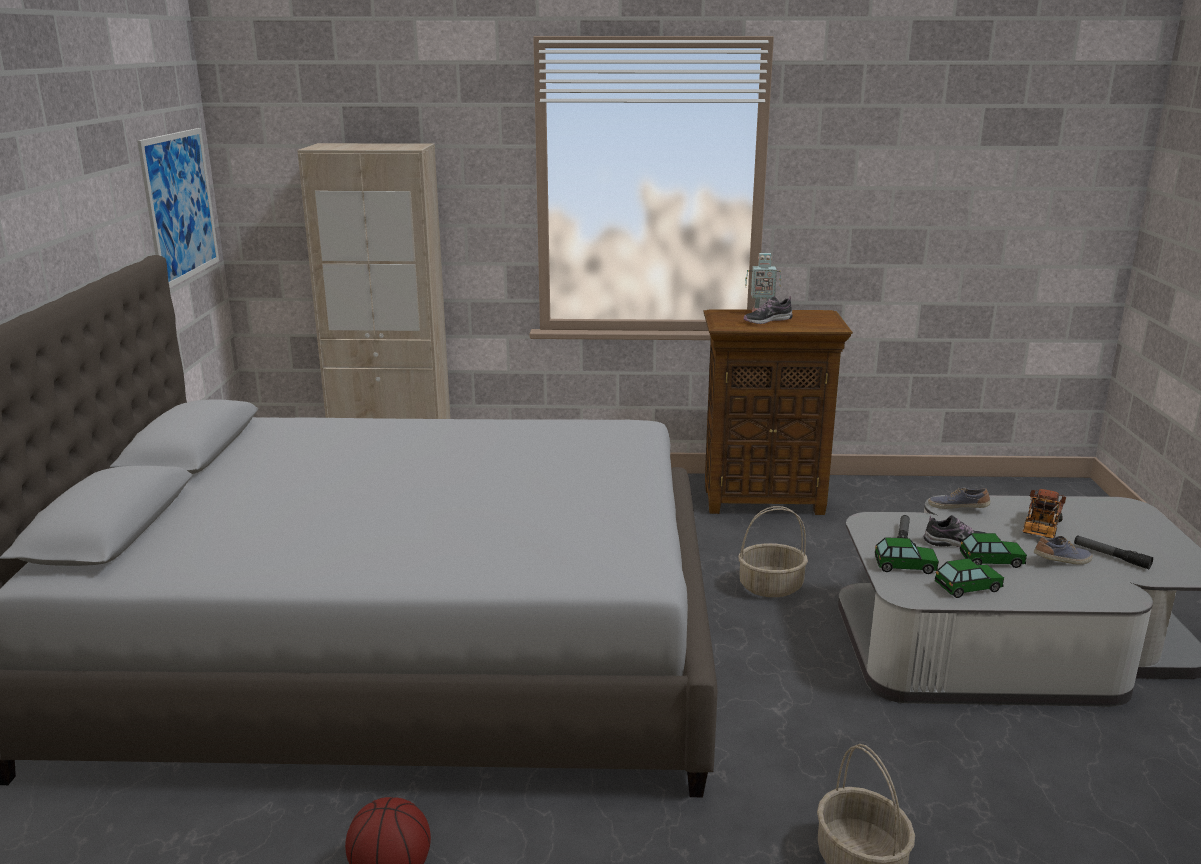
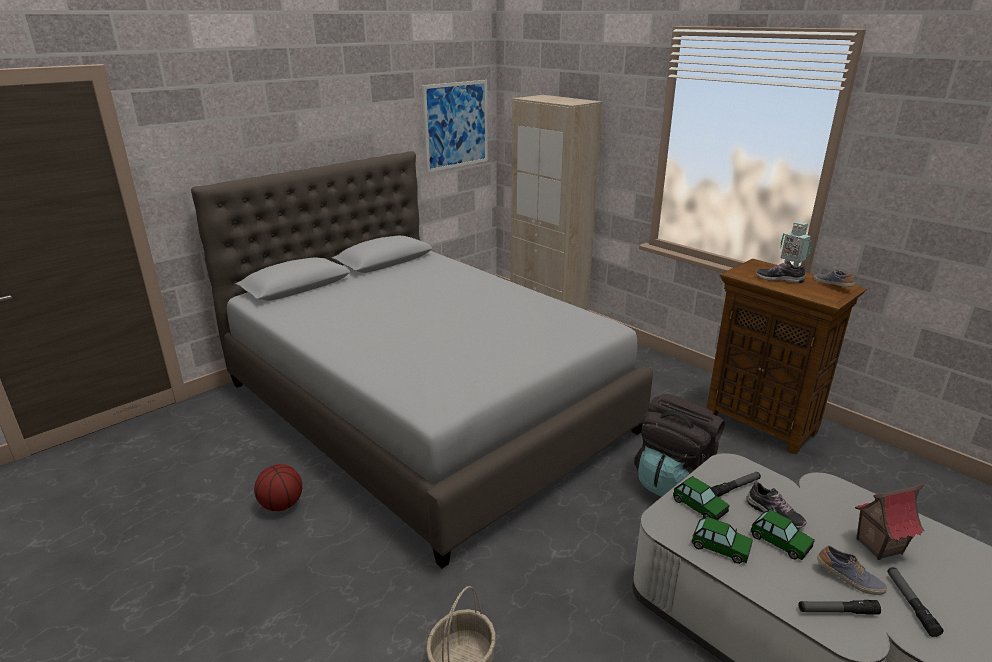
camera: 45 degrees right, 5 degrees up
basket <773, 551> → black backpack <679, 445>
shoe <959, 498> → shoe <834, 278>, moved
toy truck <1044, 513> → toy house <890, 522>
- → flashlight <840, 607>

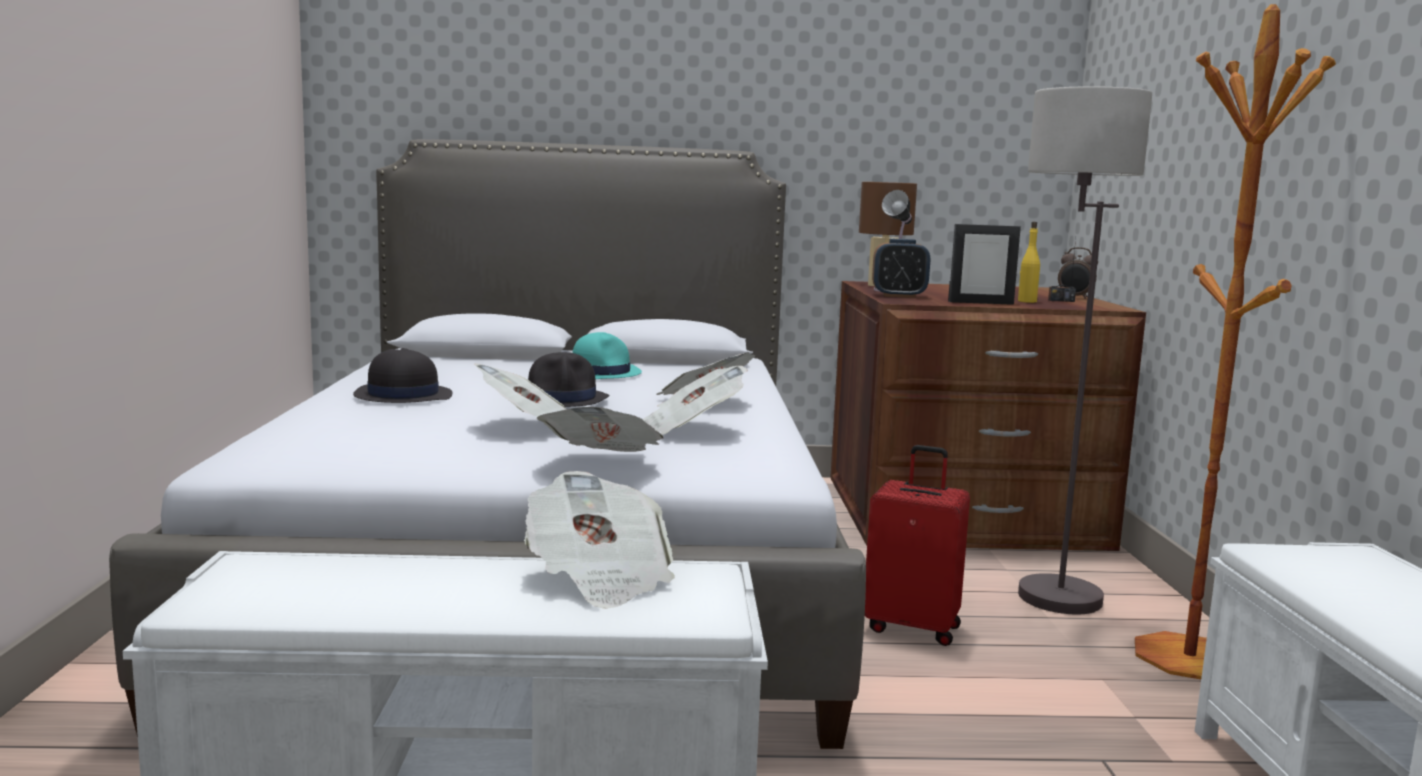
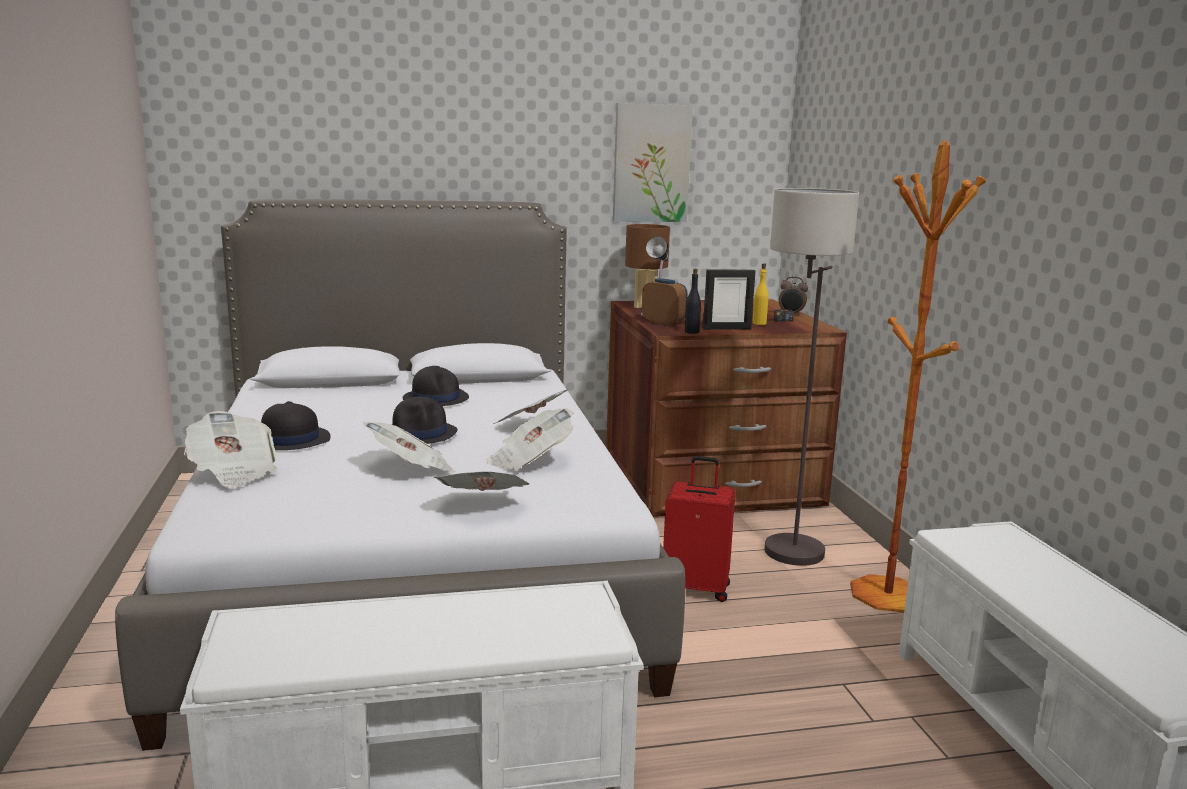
camera: 10 degrees left, 5 degrees up
newspaper <599, 540> → newspaper <230, 449>, moved
turquoise hat <607, 355> → black hat <436, 386>
alarm clock <901, 268> → alarm clock <665, 302>, 135 degrees counterclockwise
- → picture <653, 162>
- → black bottle <693, 301>

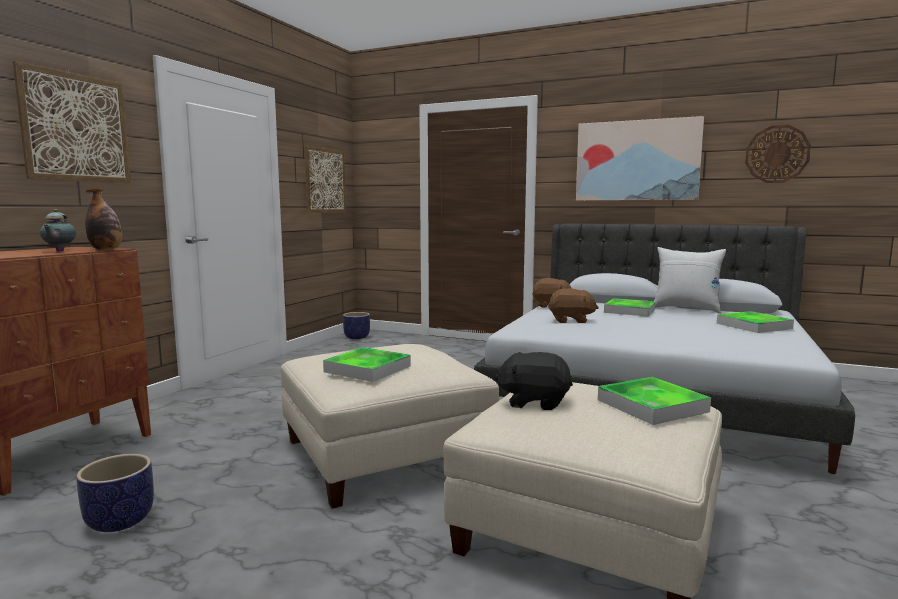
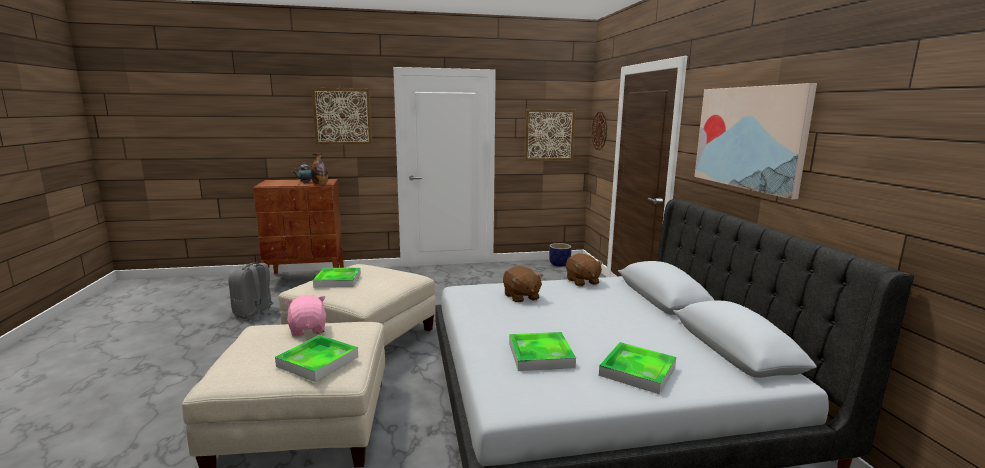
camera: 55 degrees right, 5 degrees up
planter <115, 493> → grey backpack <253, 291>
black plush toy <533, 381> → pink plush toy <305, 315>
tray <630, 307> → tray <542, 351>, moved
grey pillow <690, 280> → -
wall clock <778, 154> → wall clock <599, 131>, moved

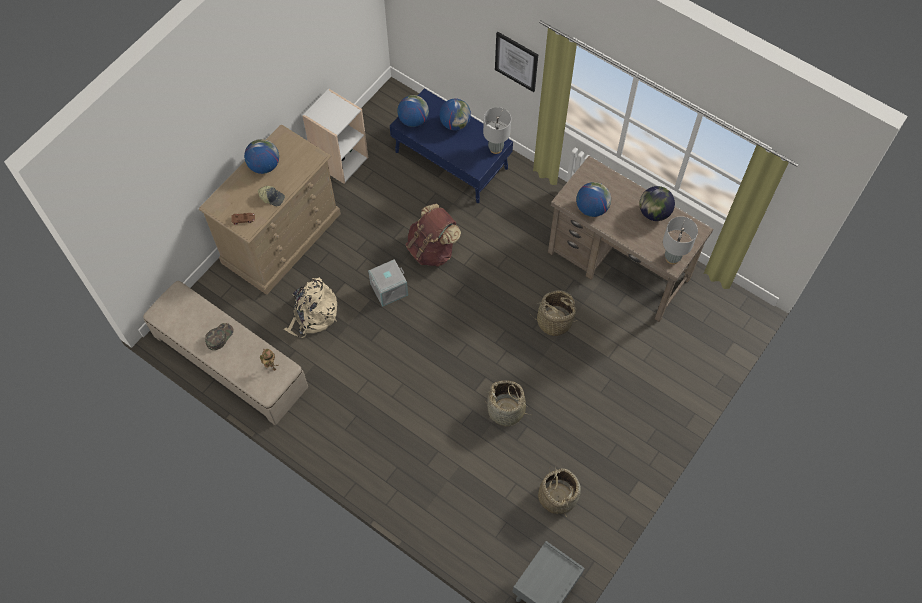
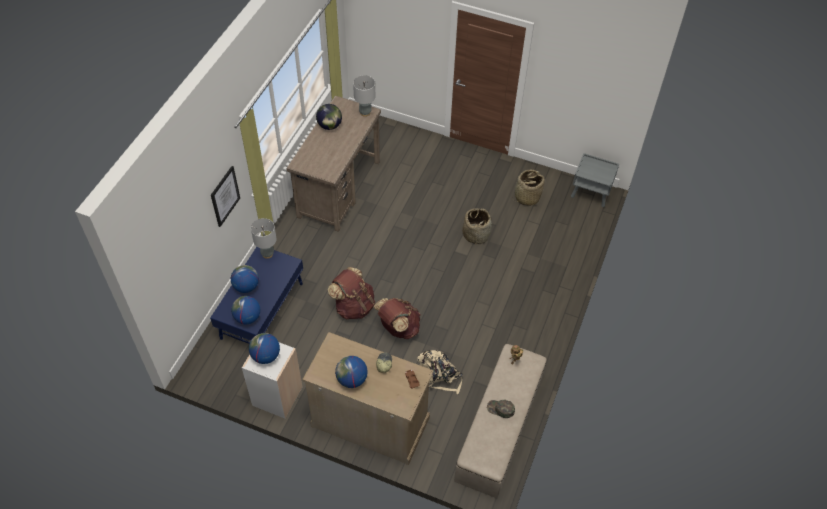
camera: 105 degrees left, 10 degrees down
grey storage box <388, 283> → brown backpack <397, 318>
basket <553, 313> → -
globe <593, 199> → globe <264, 348>, moved

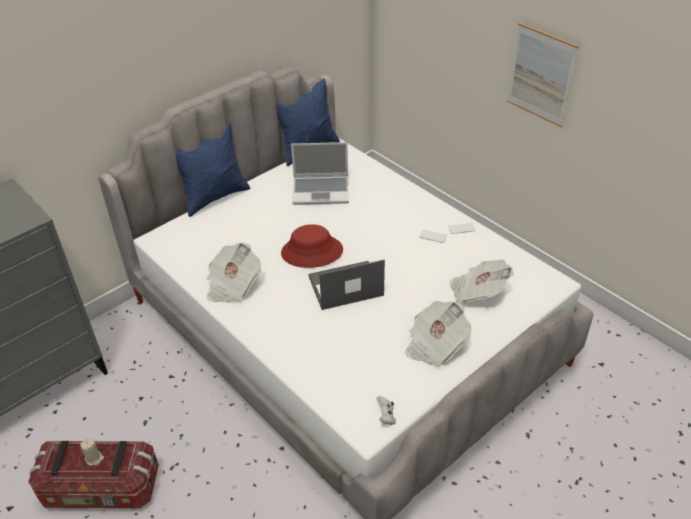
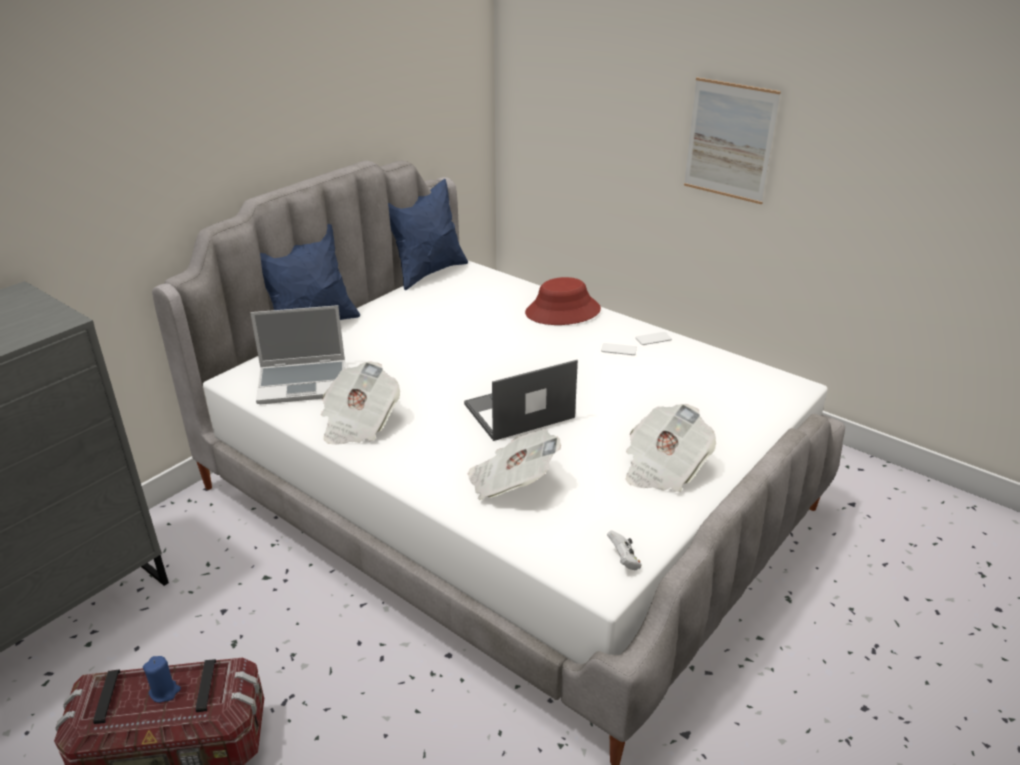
camera: 10 degrees left, 10 degrees down
beige candle <92, 452> → blue candle <162, 679>
red hat <312, 246> → red hat <563, 301>, moved
laptop <320, 173> → laptop <297, 354>, moved
newspaper <481, 280> → newspaper <514, 464>, moved

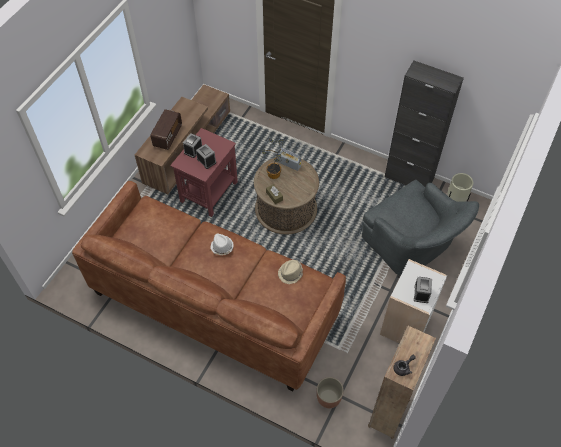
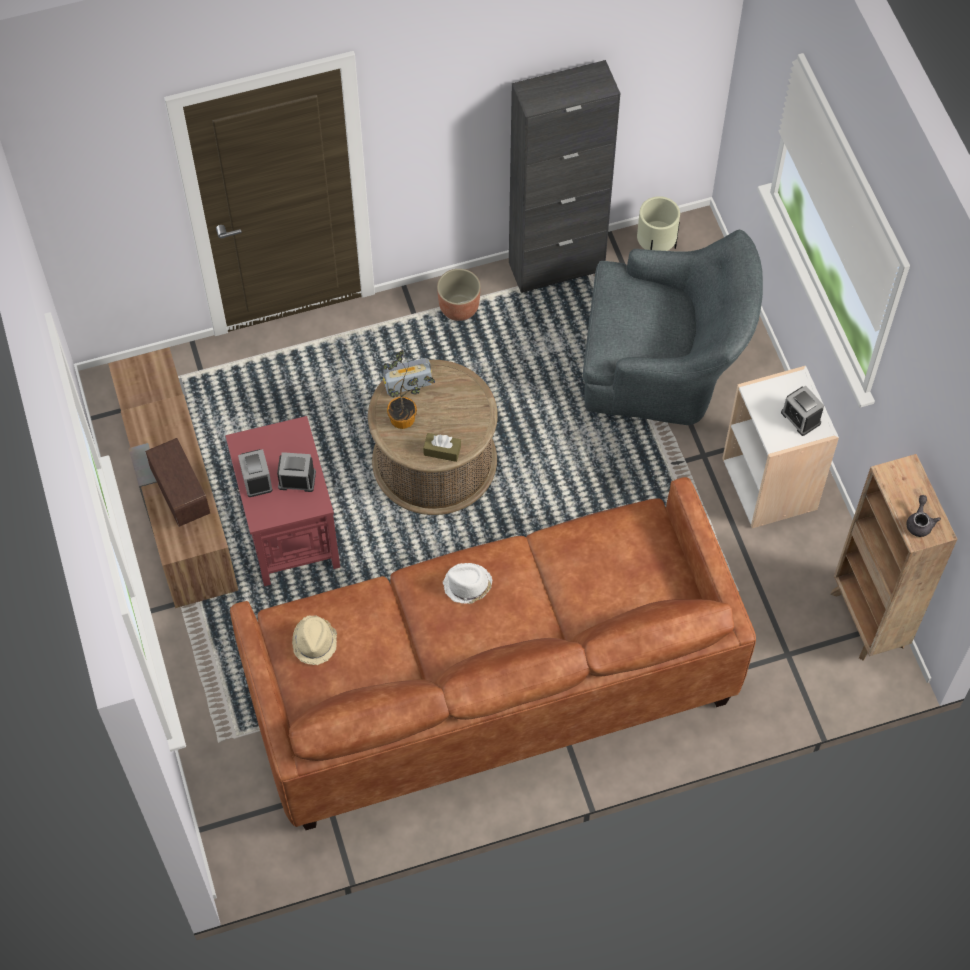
camera: 45 degrees left, 5 degrees up
beige hat <290, 272> → beige hat <314, 640>, moved
planter <330, 392> → planter <459, 295>, moved

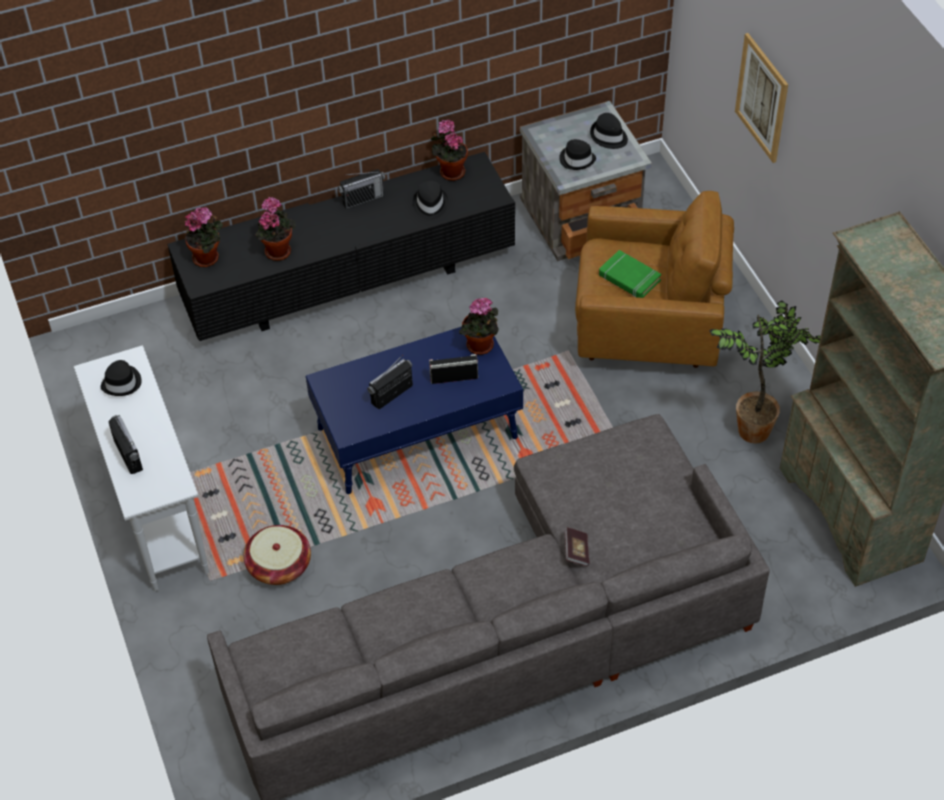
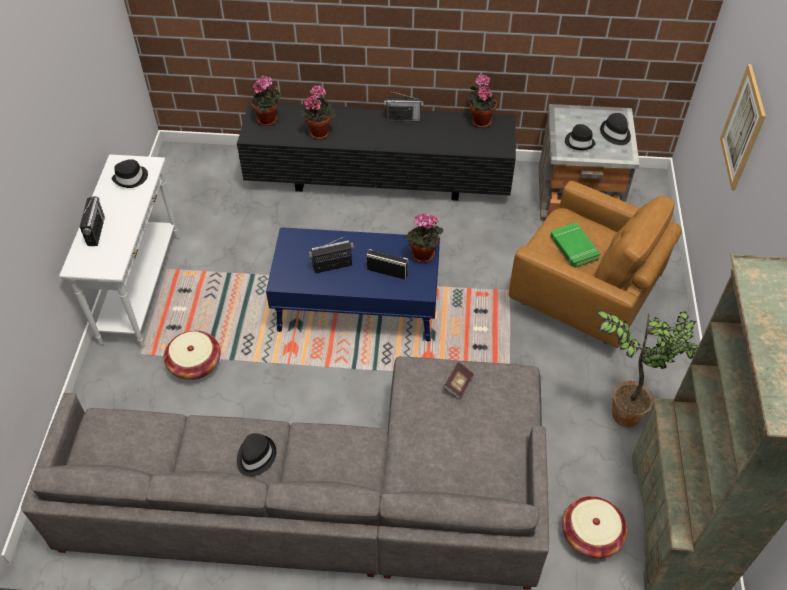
camera: 25 degrees right, 0 degrees up
black hat <430, 200> → black hat <257, 455>, moved
book <577, 546> → book <458, 380>, moved
- → basket <594, 527>

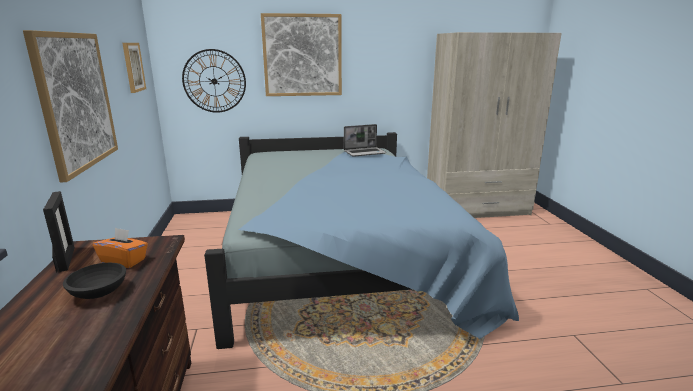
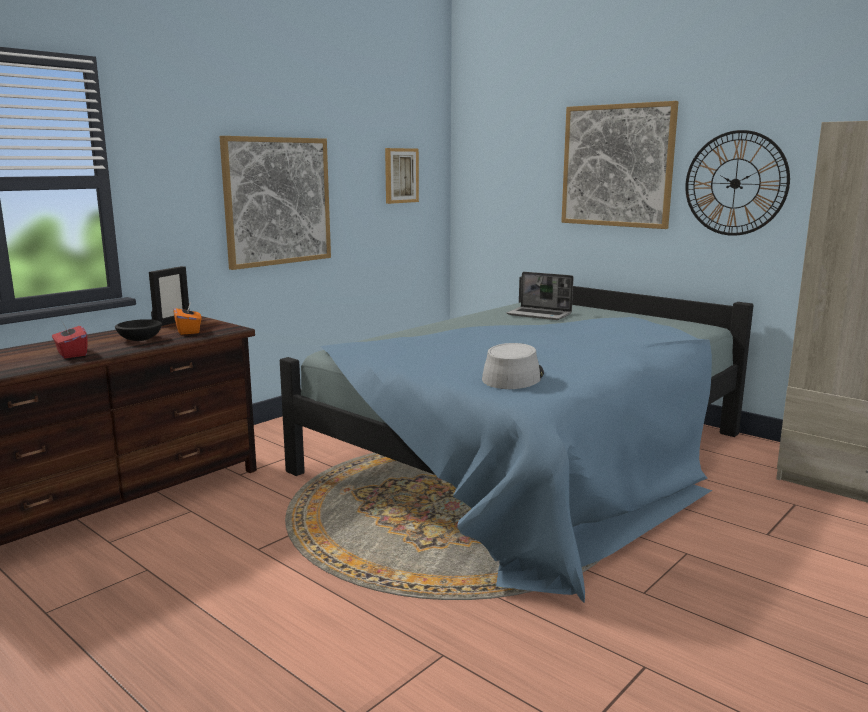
camera: 50 degrees right, 5 degrees down
wall clock <214, 81> → wall clock <737, 183>, moved
laptop <365, 140> → laptop <540, 296>, moved
- → red tissue box <69, 339>
- → grey hat <513, 366>

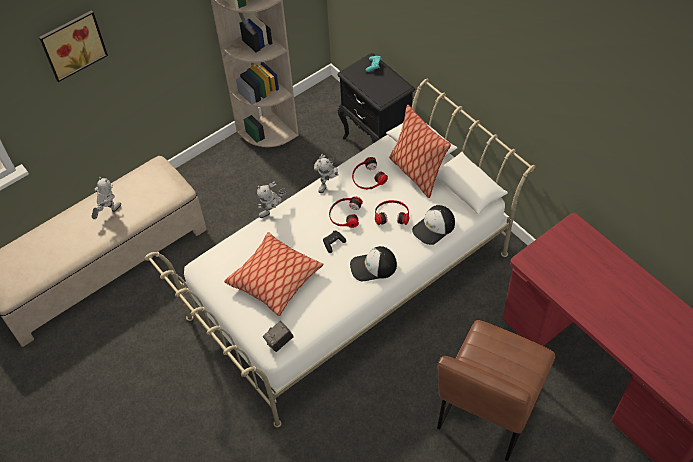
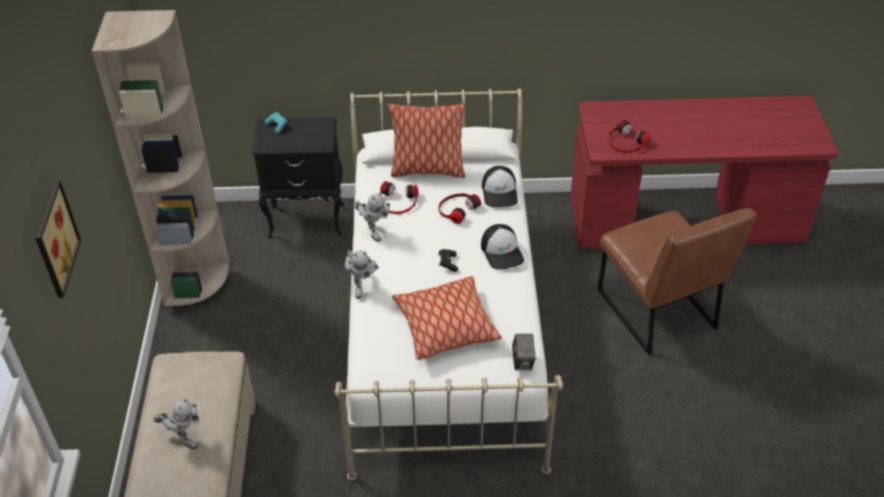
camera: 55 degrees left, 10 degrees down
toy robot <106, 198> → toy robot <177, 423>, 135 degrees clockwise
headphones <346, 212> → headphones <629, 136>, moved
cap <373, 263> → cap <502, 247>, 45 degrees counterclockwise

